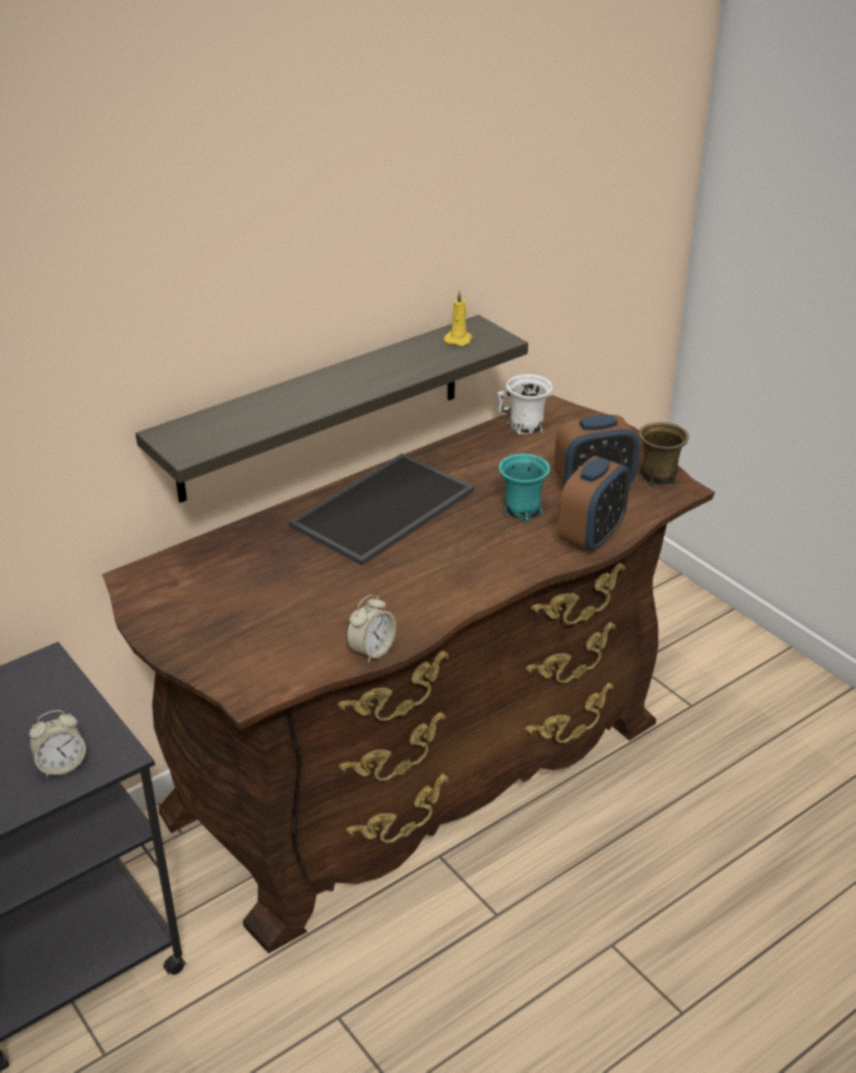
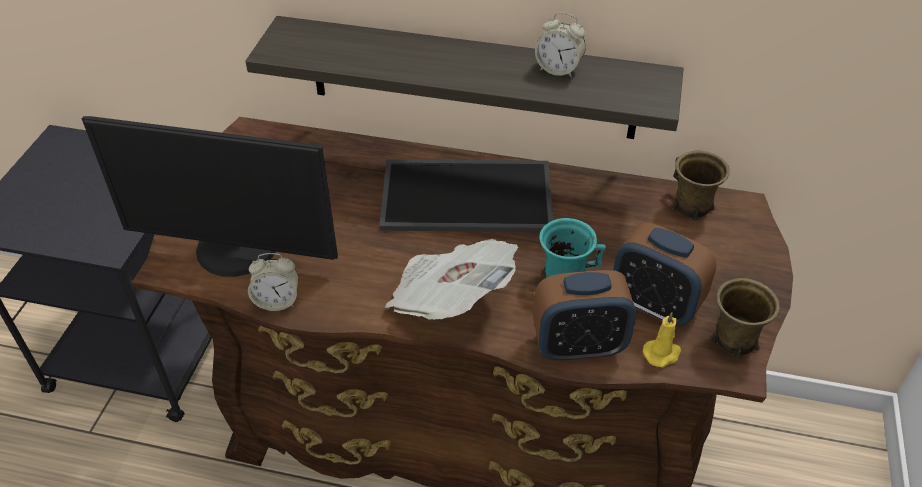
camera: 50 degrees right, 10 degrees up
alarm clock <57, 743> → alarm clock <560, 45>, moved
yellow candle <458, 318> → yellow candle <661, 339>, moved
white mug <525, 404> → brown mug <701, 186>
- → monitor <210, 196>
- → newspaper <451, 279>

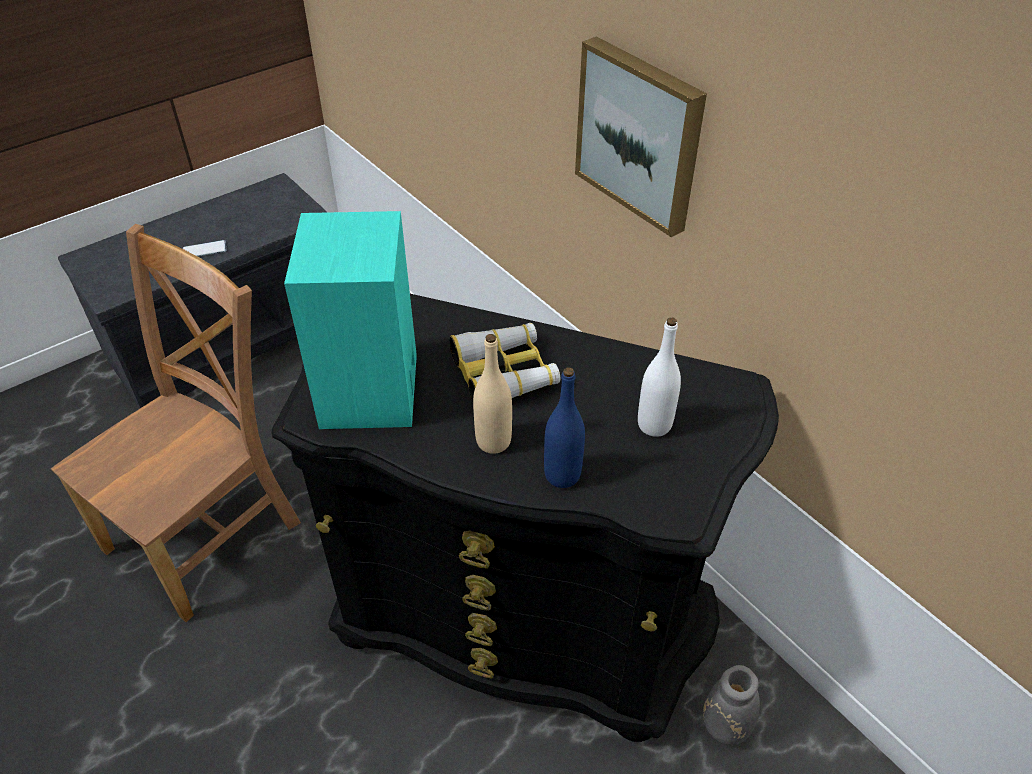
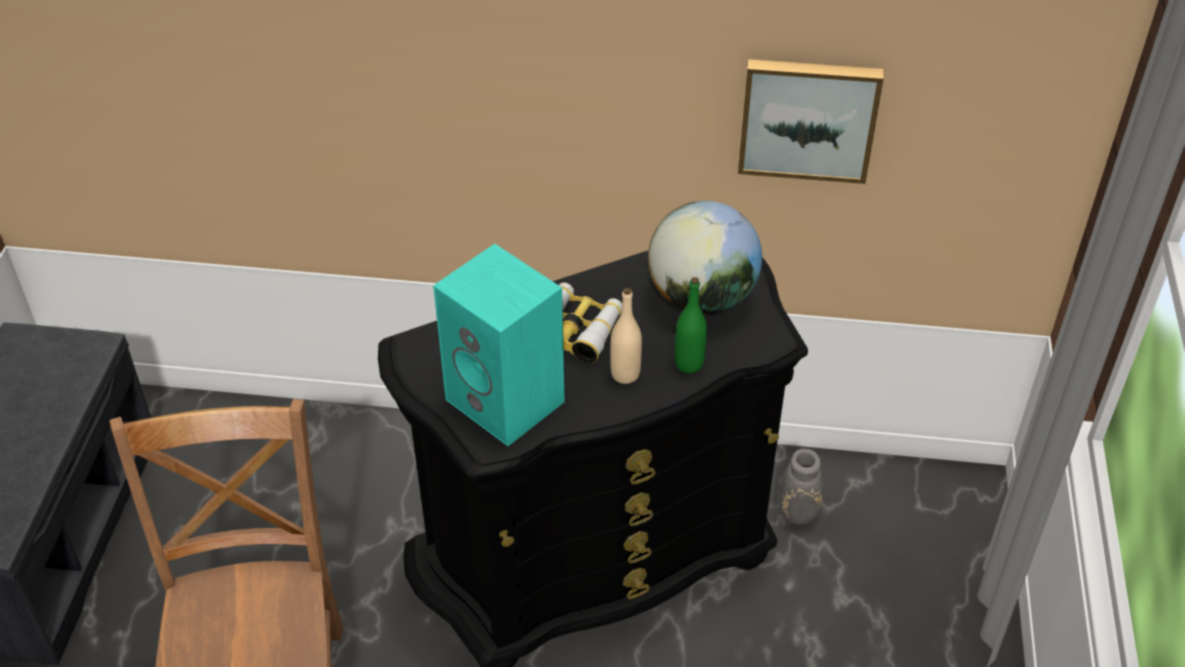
camera: 45 degrees left, 0 degrees up
phone <205, 248> → -
blue bottle <564, 427> → green bottle <691, 325>
picture <641, 136> → picture <811, 121>, moved
white bottle <659, 377> → globe <705, 258>

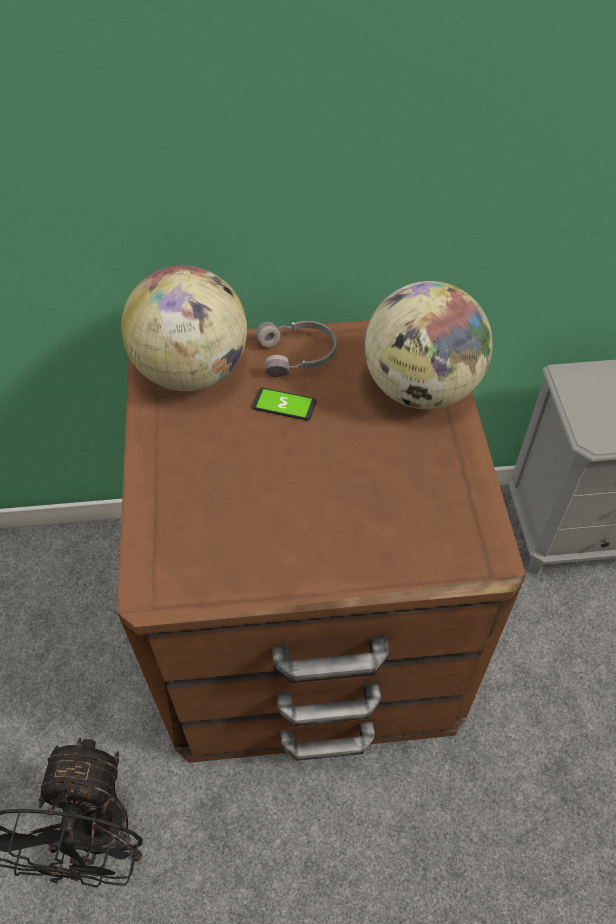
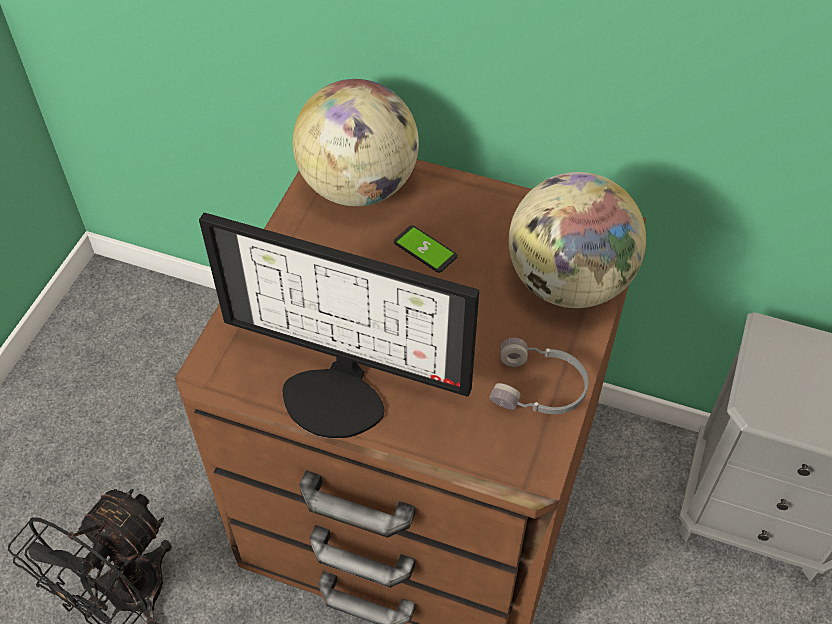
camera: 25 degrees right, 0 degrees up
grey headphones <296, 349> → grey headphones <539, 376>, moved
- → monitor <339, 325>

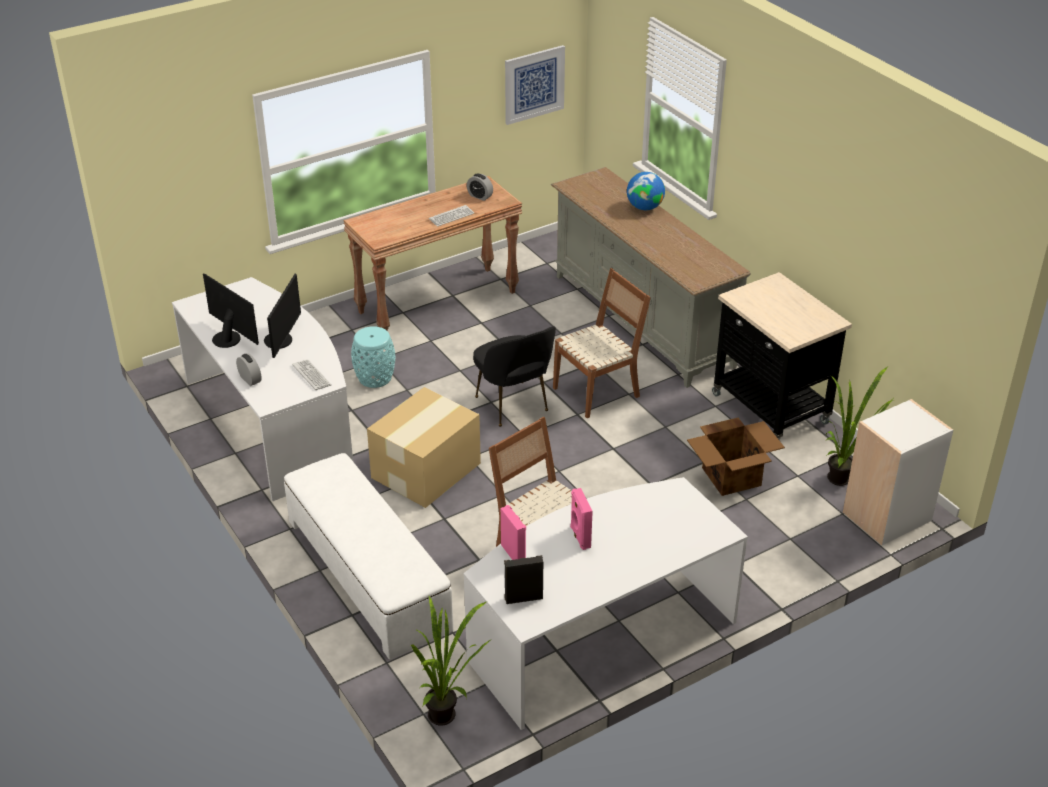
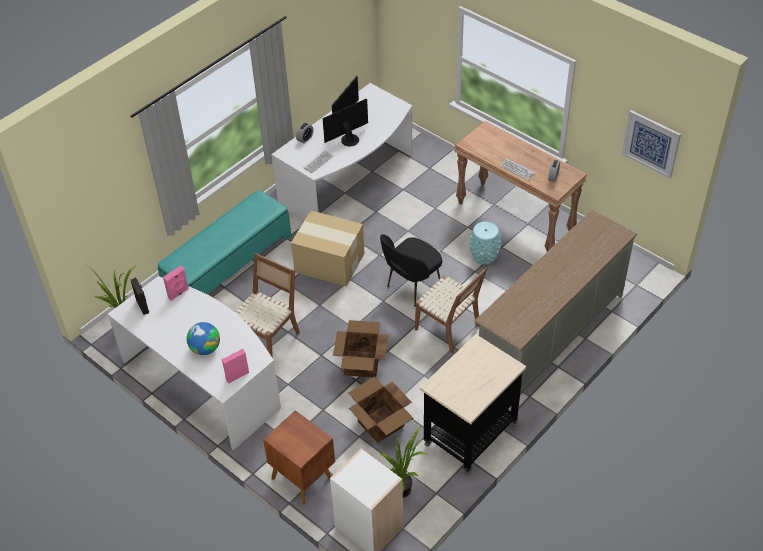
camera: 75 degrees right, 10 degrees up
monitor <282, 316> → monitor <345, 122>, 150 degrees clockwise
white bench <369, 556> → turquoise bench <224, 242>
turquoise stool <373, 357> → turquoise stool <485, 243>, moved
pink speaker <581, 519> → pink speaker <235, 366>, moved
globe <646, 191> → globe <203, 338>, moved
- → brown nightstand <299, 457>
- → cardboard box <360, 349>

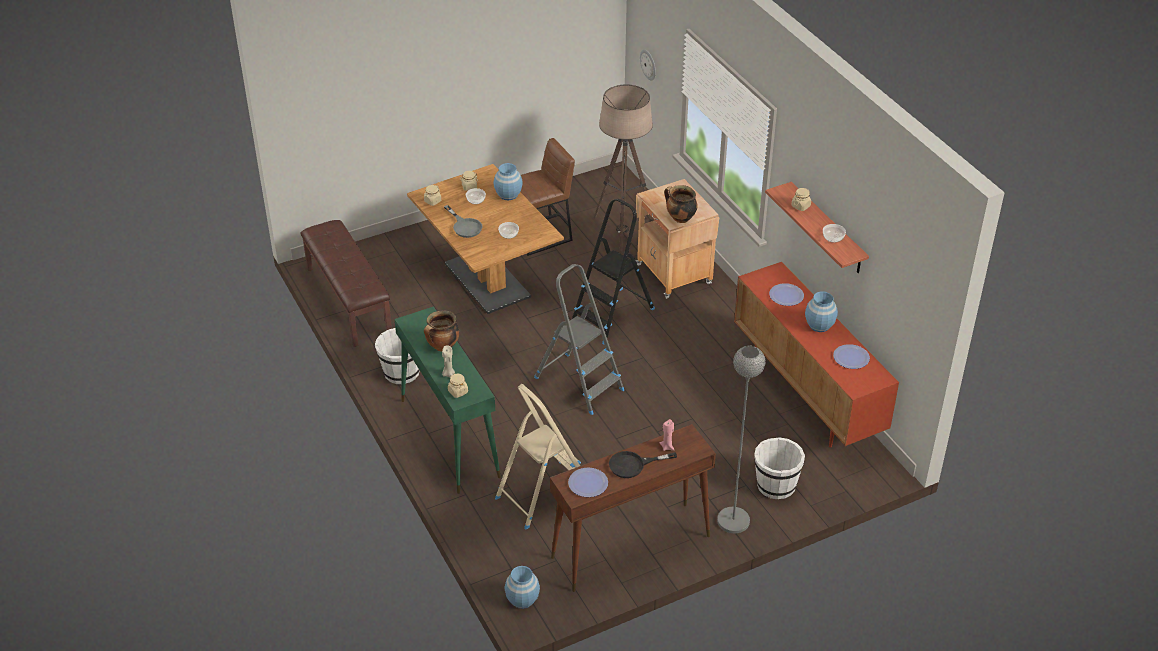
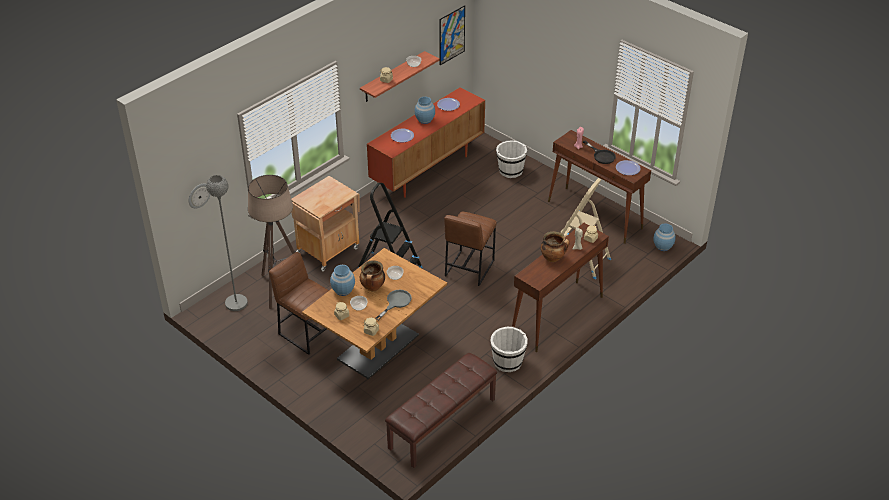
camera: 110 degrees left, 0 degrees up
green console table <447, 400> → brown console table <560, 287>
grey step ladder <579, 339> → brown chair <470, 249>
cooking pot <681, 204> → cooking pot <372, 276>, moved
grey floor lamp <741, 439> → grey floor lamp <227, 243>, moved
- → picture <452, 35>

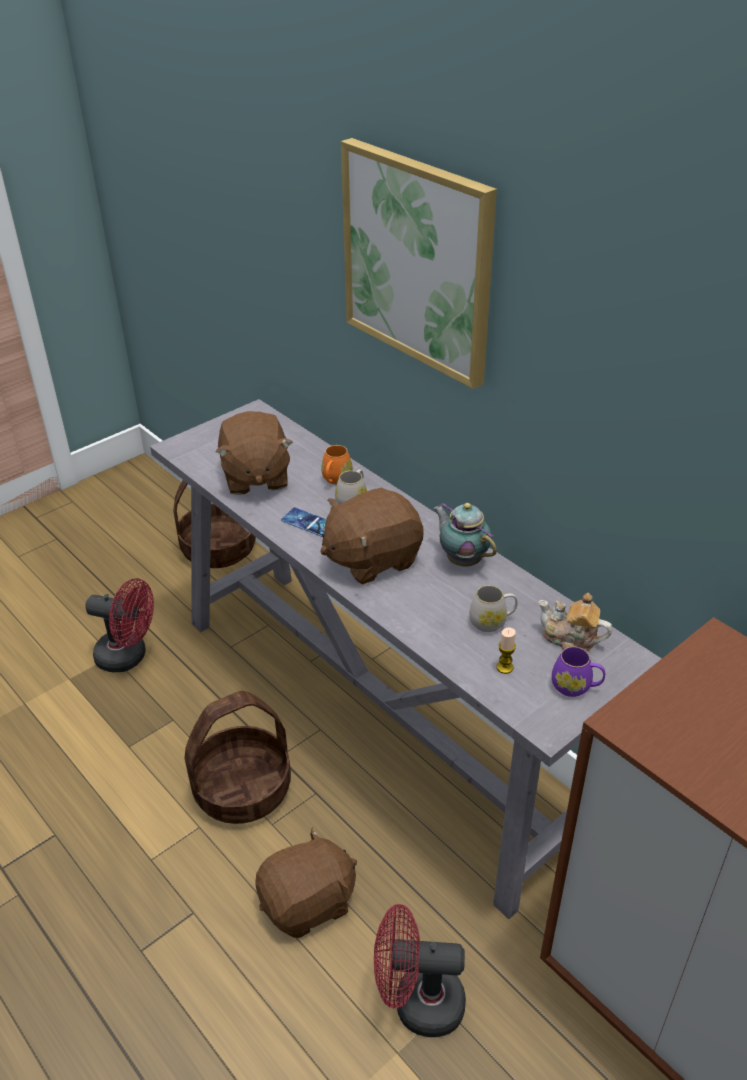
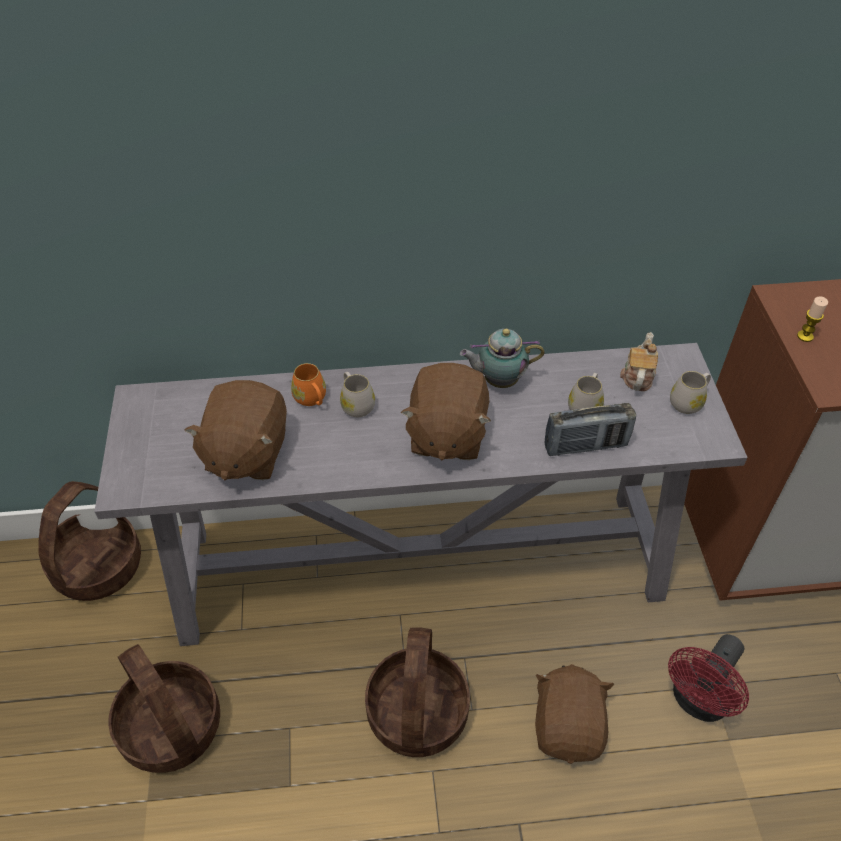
camera: 55 degrees left, 10 degrees up
red fan <119, 625> → basket <164, 708>
brown plush toy <254, 453> → brown plush toy <235, 430>, 75 degrees clockwise
phone <303, 522> → -
picture <419, 263> → -
candle <506, 650> → candle <812, 319>, moved
teapot <575, 622> → teapot <639, 361>, 135 degrees clockwise
purple mug <578, 672> → white mug <690, 392>
- → radio <590, 429>

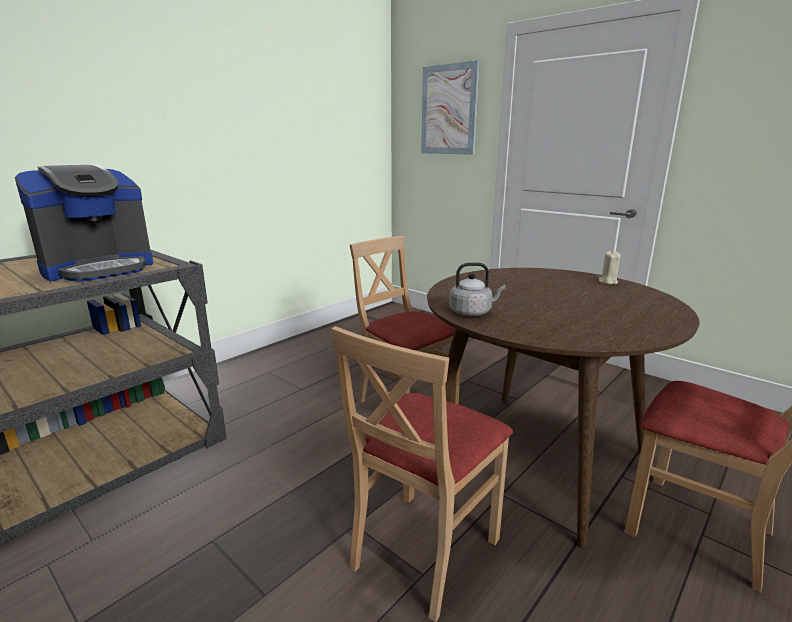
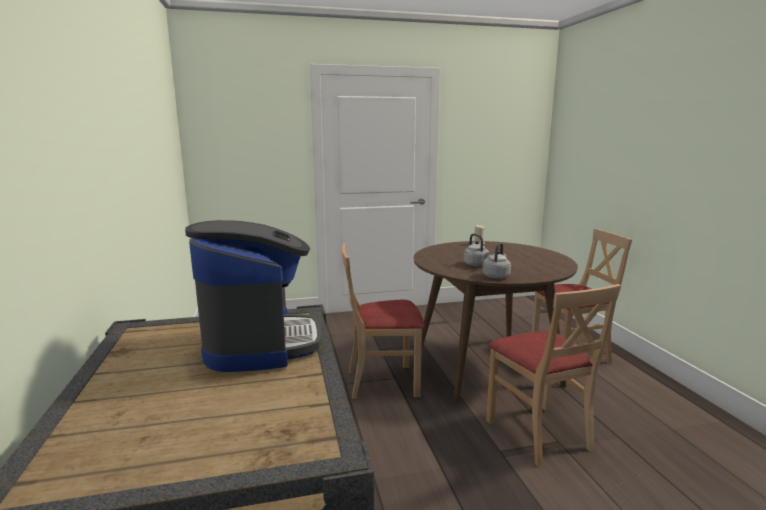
camera: 55 degrees left, 5 degrees down
picture <450, 107> → -
- → grey kettle <476, 250>

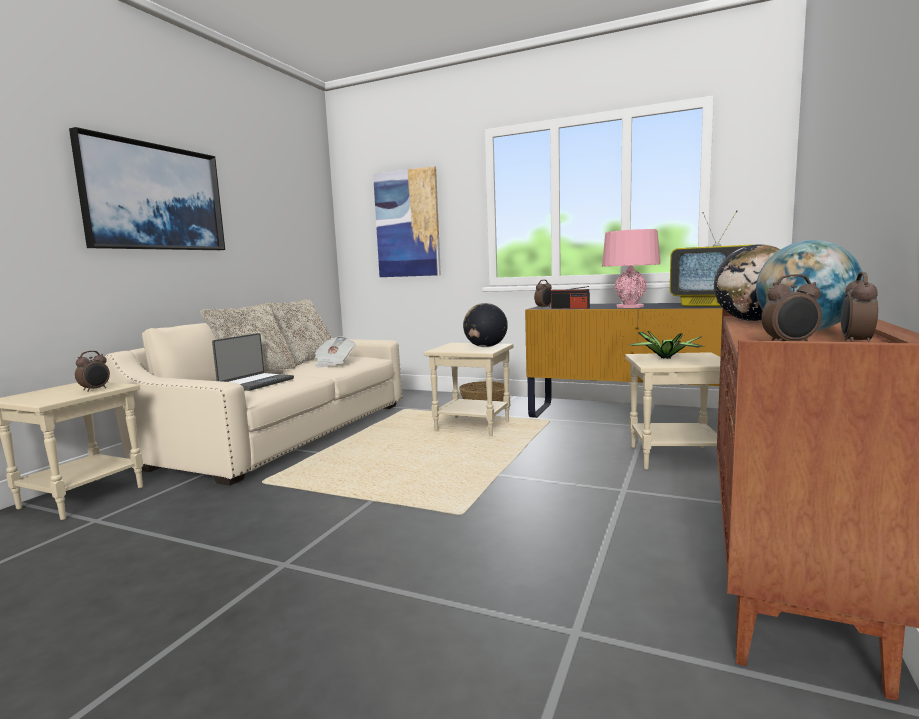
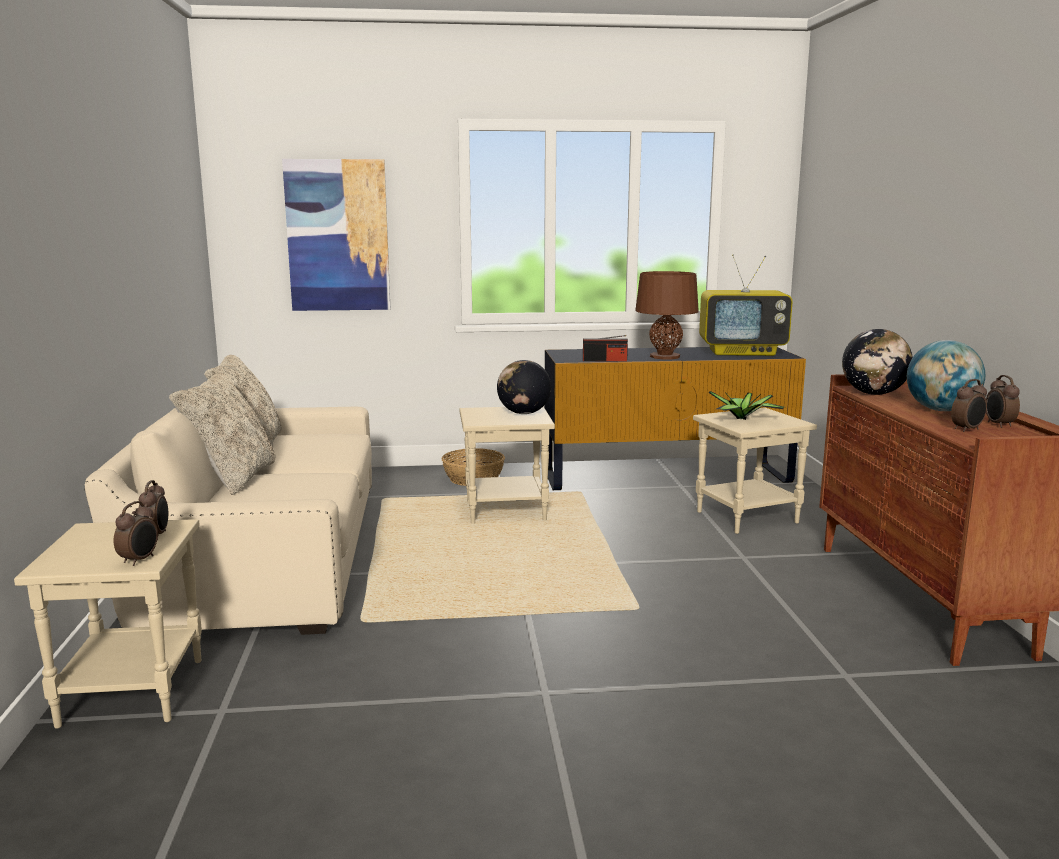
camera: 30 degrees left, 5 degrees up
picture <147, 188> → -
laptop <253, 362> → -
newspaper <335, 352> → -
alarm clock <543, 294> → alarm clock <136, 533>, moved
pink table lamp <631, 268> → brown table lamp <667, 315>

